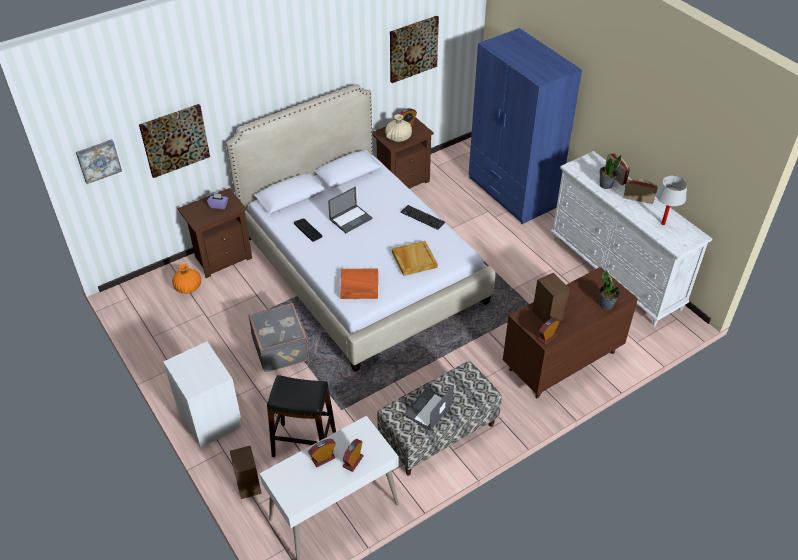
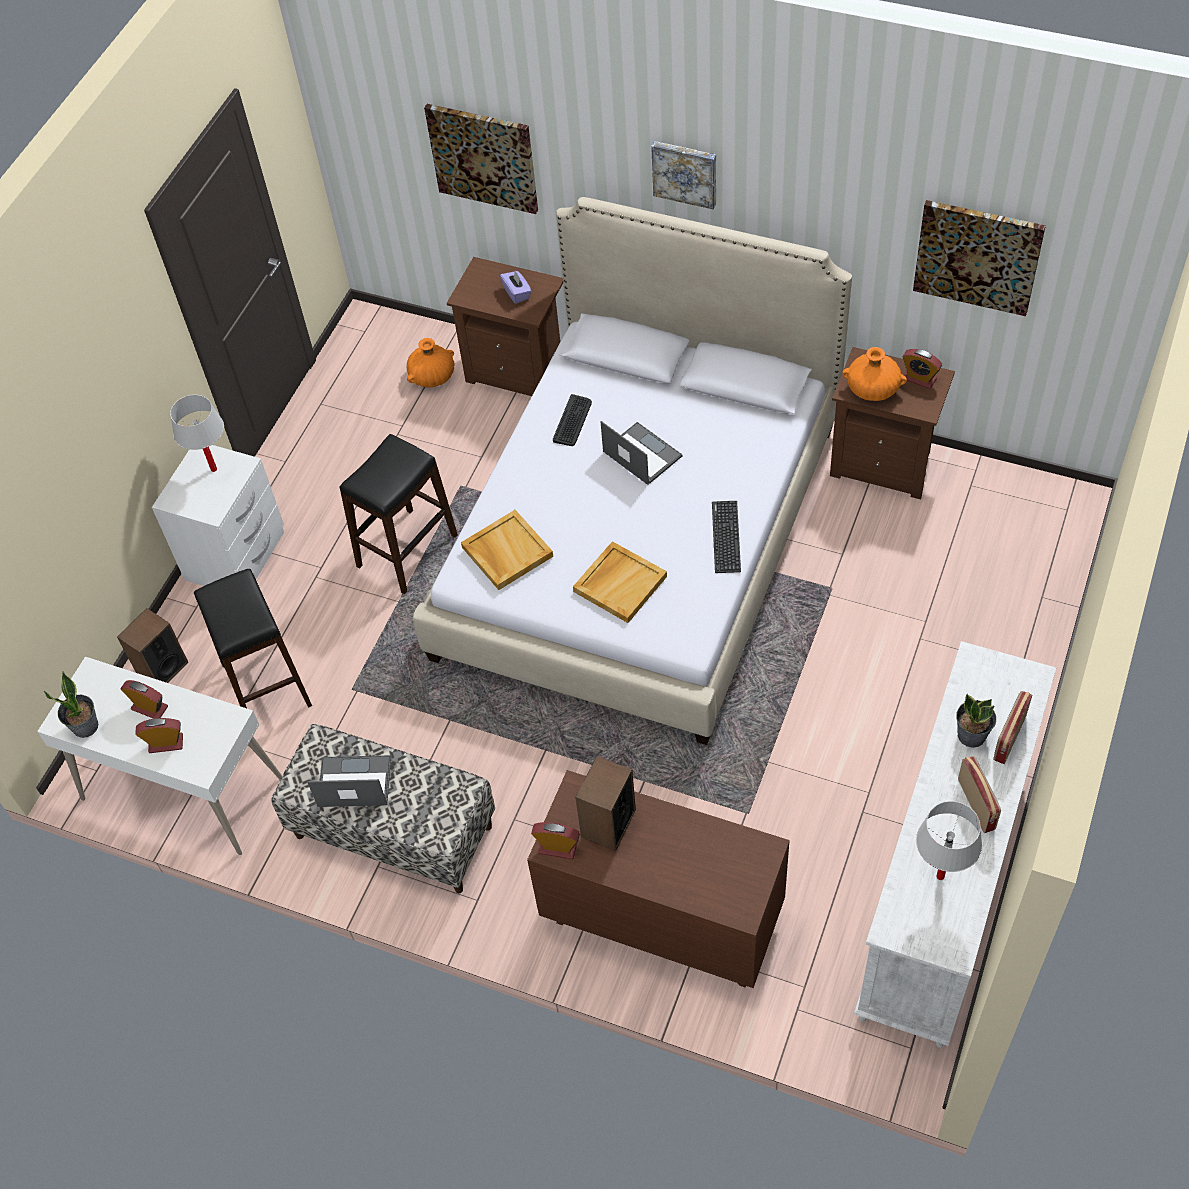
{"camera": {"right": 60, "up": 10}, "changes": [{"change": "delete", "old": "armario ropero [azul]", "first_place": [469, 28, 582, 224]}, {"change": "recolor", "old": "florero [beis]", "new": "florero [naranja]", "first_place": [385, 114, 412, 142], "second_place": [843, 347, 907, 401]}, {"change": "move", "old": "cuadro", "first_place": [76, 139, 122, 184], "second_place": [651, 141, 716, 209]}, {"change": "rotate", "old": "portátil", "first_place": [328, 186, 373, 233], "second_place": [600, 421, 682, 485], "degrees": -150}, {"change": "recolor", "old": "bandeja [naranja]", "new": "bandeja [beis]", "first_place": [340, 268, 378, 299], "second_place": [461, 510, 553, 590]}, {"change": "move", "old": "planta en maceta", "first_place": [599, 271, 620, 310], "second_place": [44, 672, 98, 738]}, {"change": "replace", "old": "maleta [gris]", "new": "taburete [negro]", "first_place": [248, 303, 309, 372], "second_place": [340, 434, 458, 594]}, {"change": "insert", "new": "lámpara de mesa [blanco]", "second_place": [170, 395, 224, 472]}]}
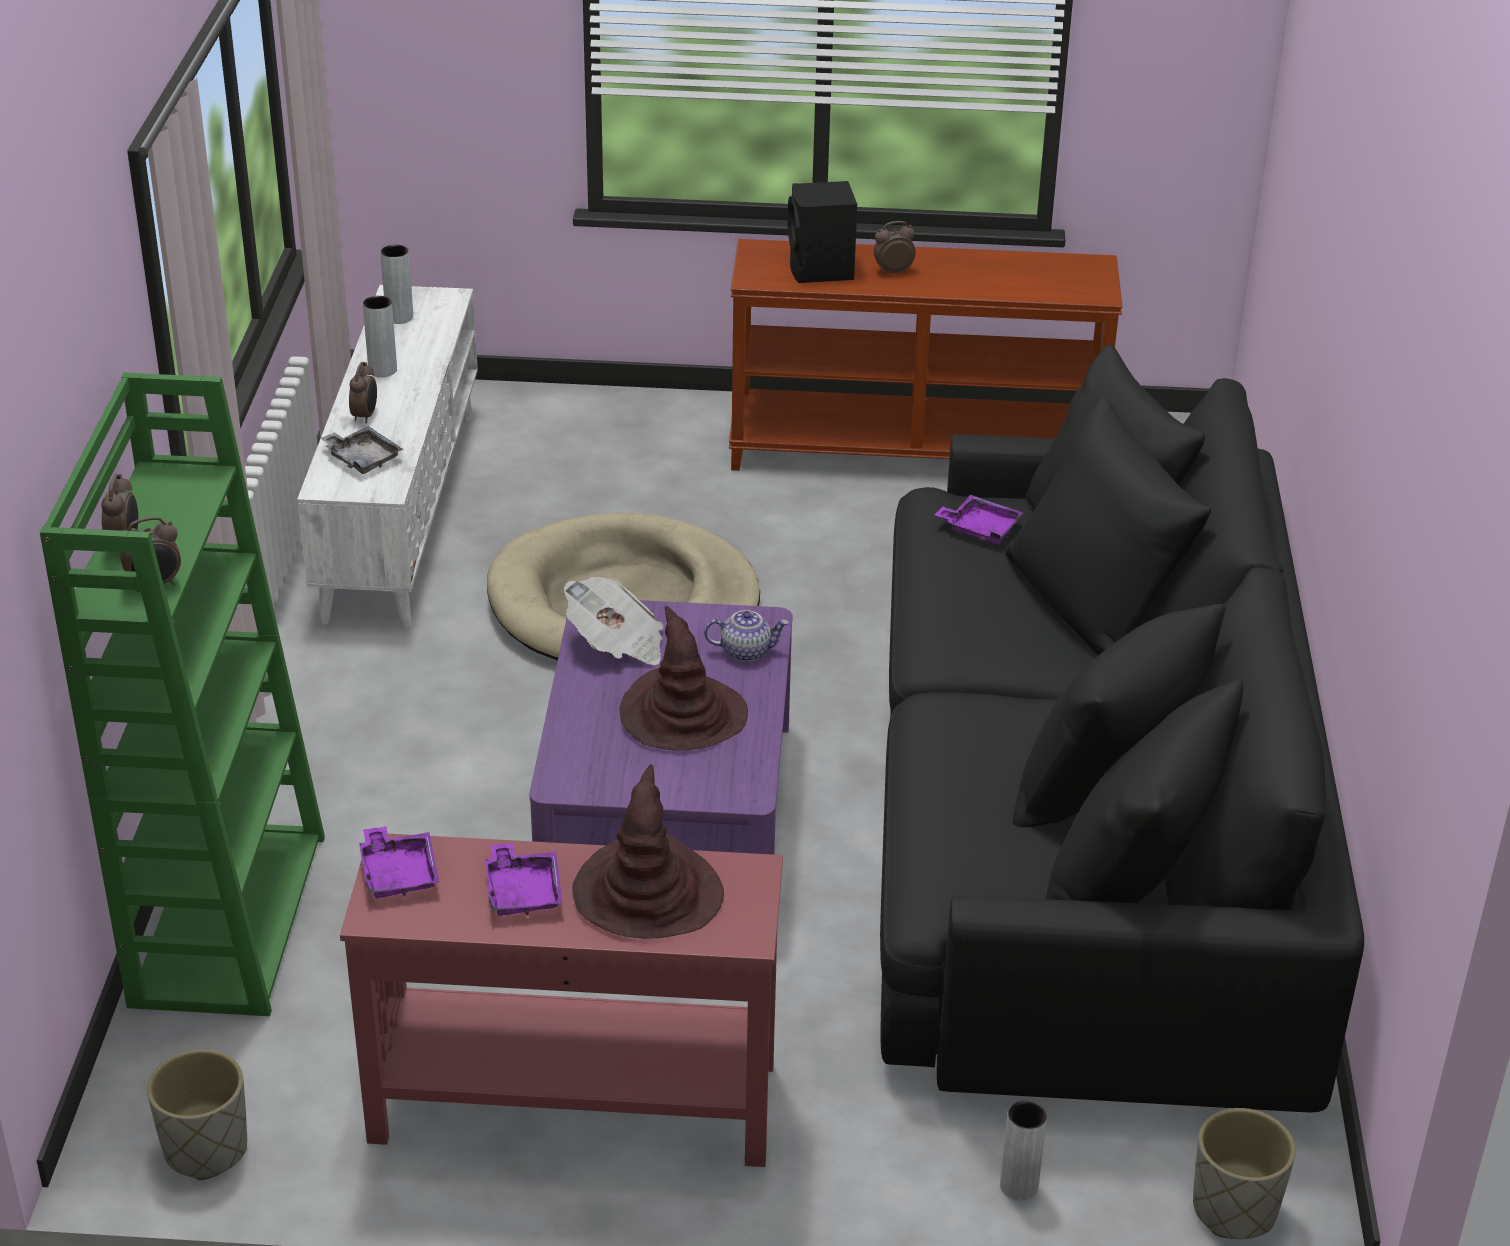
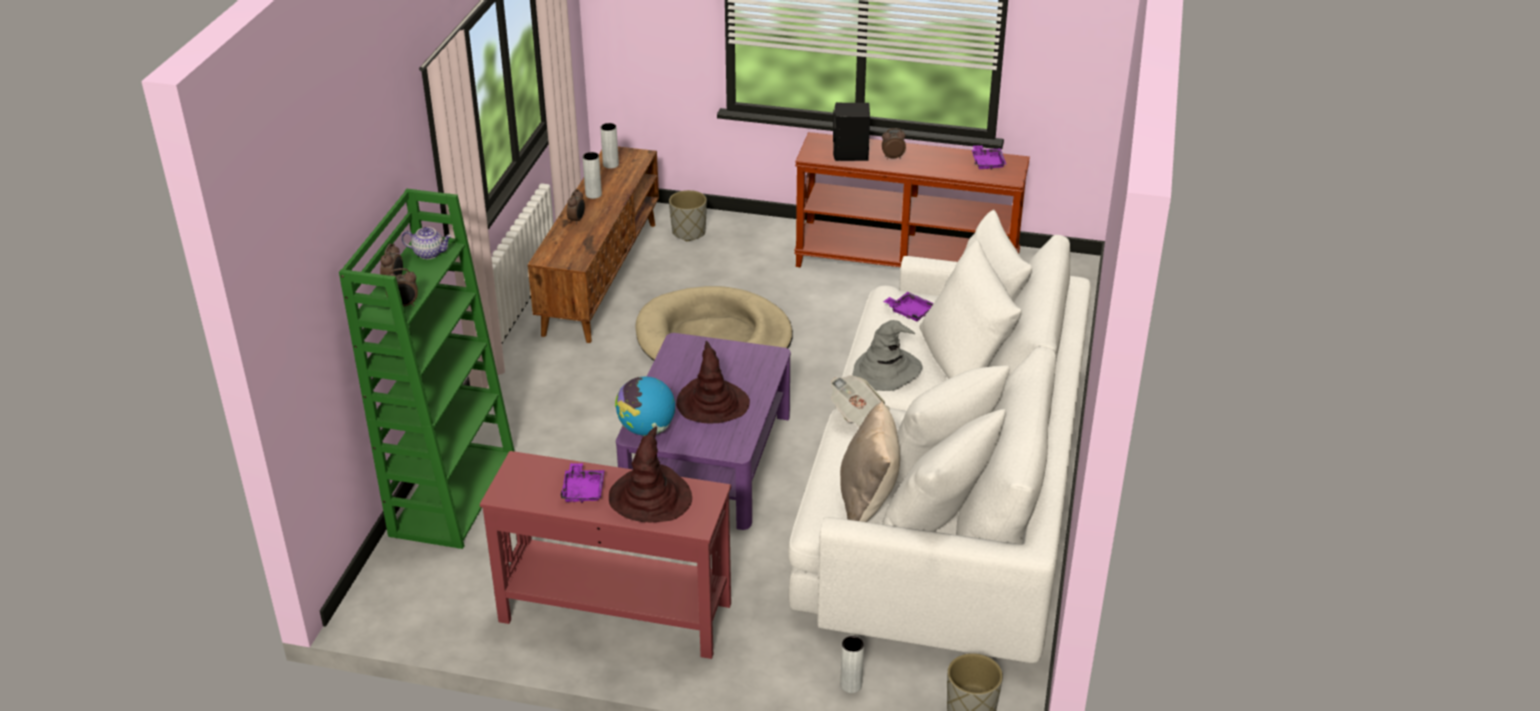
{"camera": {"right": 10, "up": 0}, "changes": [{"change": "recolor", "old": "mueble de televisión [blanco]", "new": "mueble de televisión [marrón]", "first_place": [297, 285, 478, 629], "second_place": [528, 147, 659, 343]}, {"change": "recolor", "old": "sofá [negro]", "new": "sofá [blanco]", "first_place": [880, 343, 1364, 1112], "second_place": [788, 209, 1091, 663]}, {"change": "delete", "old": "bandeja [gris]", "first_place": [320, 426, 403, 474]}, {"change": "move", "old": "periódico", "first_place": [564, 577, 663, 665], "second_place": [831, 376, 890, 427]}, {"change": "move", "old": "tetera", "first_place": [704, 610, 788, 662], "second_place": [401, 227, 452, 259]}, {"change": "move", "old": "bandeja [morado]", "first_place": [359, 826, 439, 898], "second_place": [972, 145, 1006, 170]}, {"change": "move", "old": "maceta [gris]", "first_place": [147, 1049, 247, 1180], "second_place": [669, 190, 707, 241]}, {"change": "insert", "new": "sombrero [gris]", "second_place": [852, 320, 923, 391]}, {"change": "insert", "new": "globo terráqueo", "second_place": [615, 377, 675, 436]}, {"change": "insert", "new": "cojín [beis]", "second_place": [840, 401, 900, 522]}]}
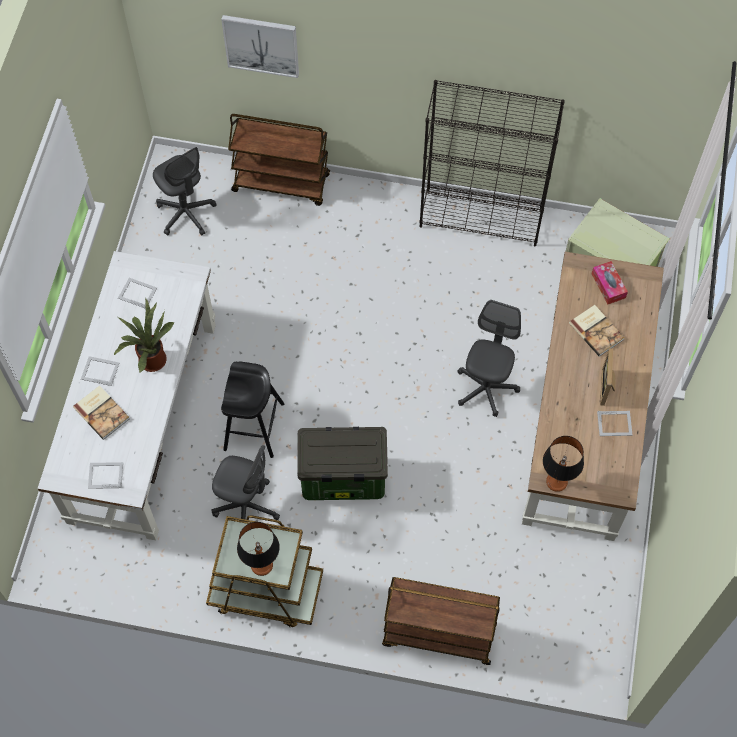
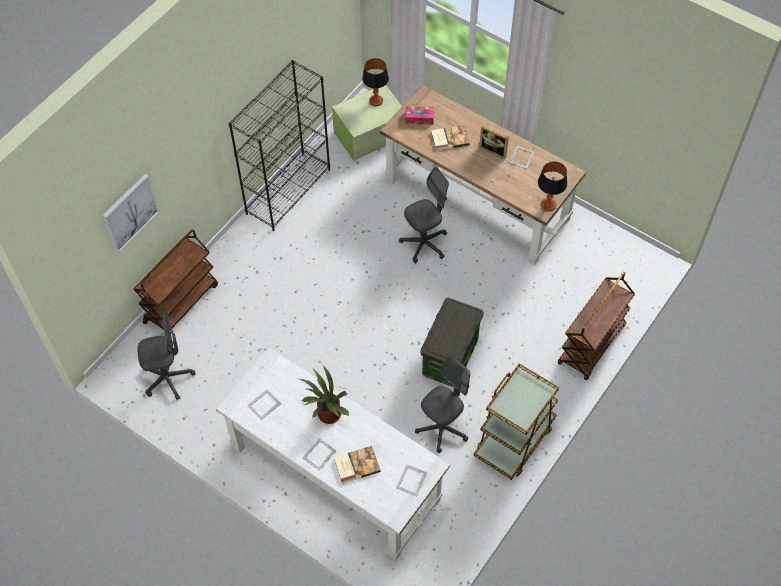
{"camera": {"right": -65, "up": -5}, "changes": [{"change": "rotate", "old": "silla de oficina [gris]", "first_place": [457, 300, 521, 417], "second_place": [399, 167, 449, 263], "degrees": 105}, {"change": "delete", "old": "taburete [negro]", "first_place": [221, 361, 284, 458]}, {"change": "move", "old": "lámpara de mesa", "first_place": [237, 522, 280, 576], "second_place": [362, 58, 389, 106]}]}
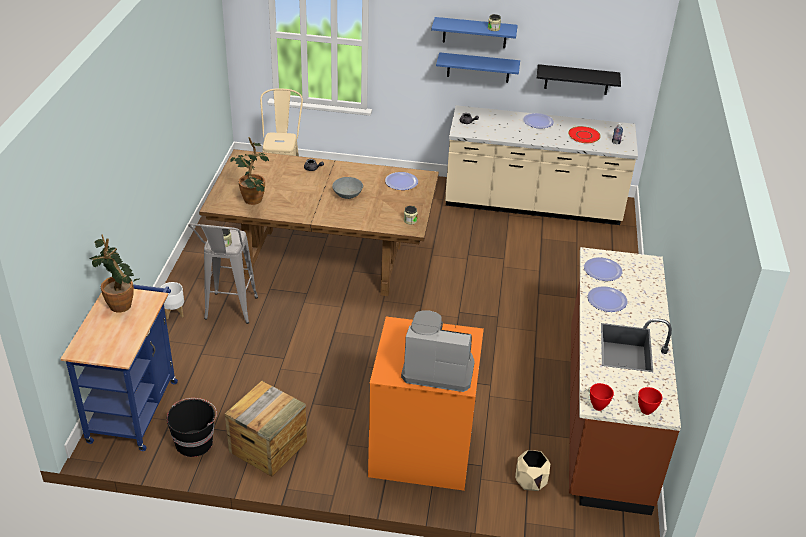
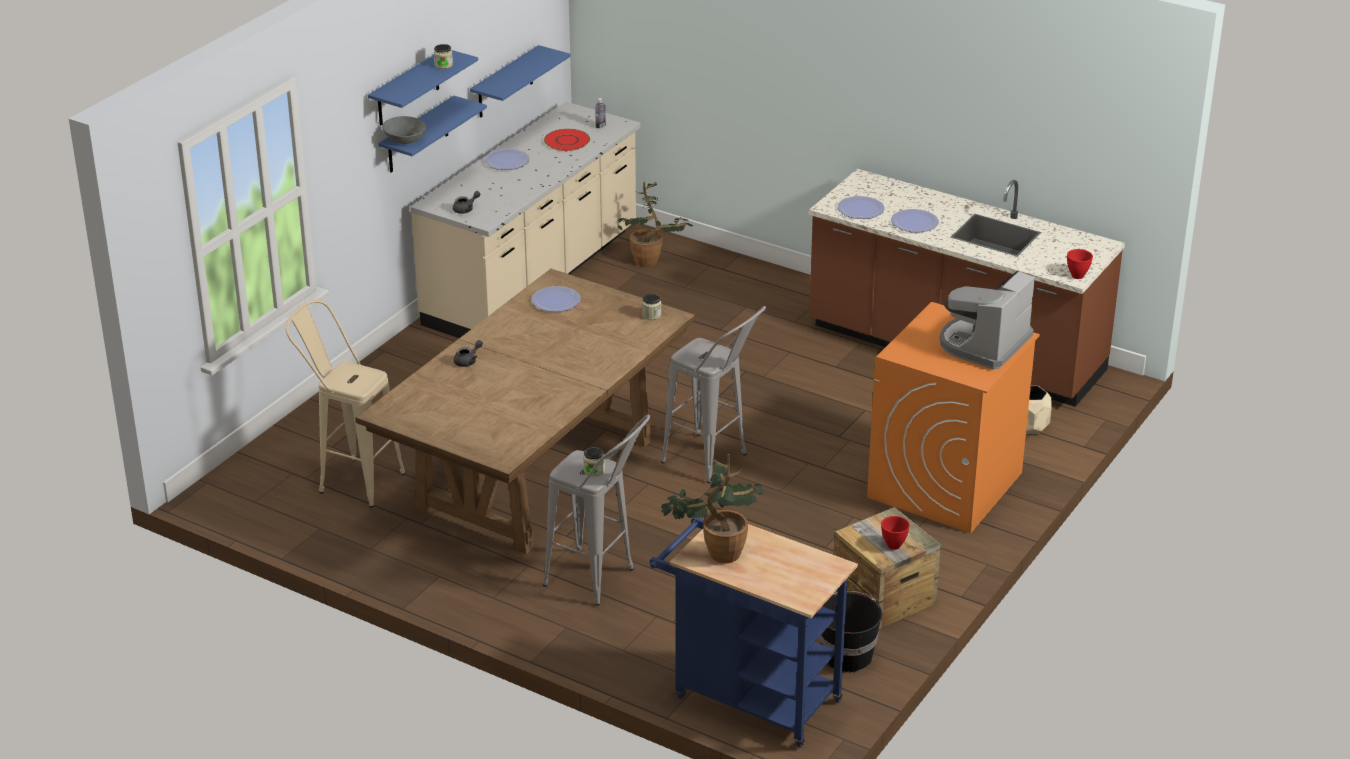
{"camera": {"right": -65, "up": -5}, "changes": [{"change": "recolor", "old": "estante [negro]", "new": "estante [azul]", "first_place": [537, 64, 621, 95], "second_place": [470, 45, 571, 118]}, {"change": "move", "old": "planta en maceta", "first_place": [230, 137, 269, 205], "second_place": [617, 182, 693, 267]}, {"change": "move", "old": "cuenco [gris]", "first_place": [332, 177, 363, 199], "second_place": [382, 116, 426, 144]}, {"change": "delete", "old": "maceta [blanco]", "first_place": [160, 282, 184, 319]}, {"change": "move", "old": "cuenco [rojo]", "first_place": [638, 387, 662, 415], "second_place": [881, 516, 910, 550]}, {"change": "insert", "new": "taburete [gris]", "second_place": [661, 306, 766, 483]}]}
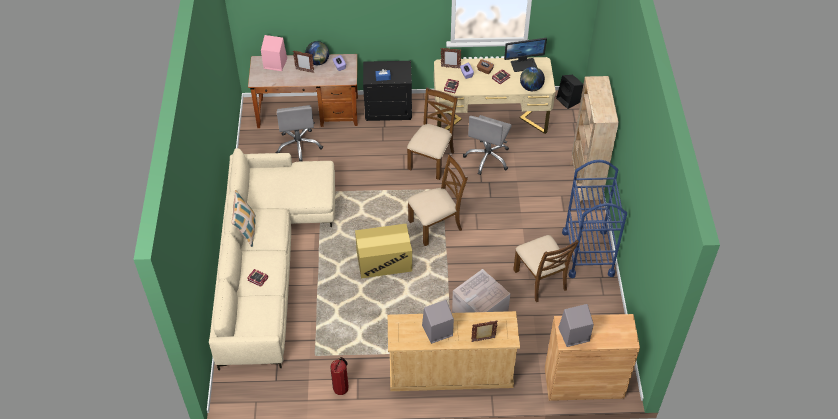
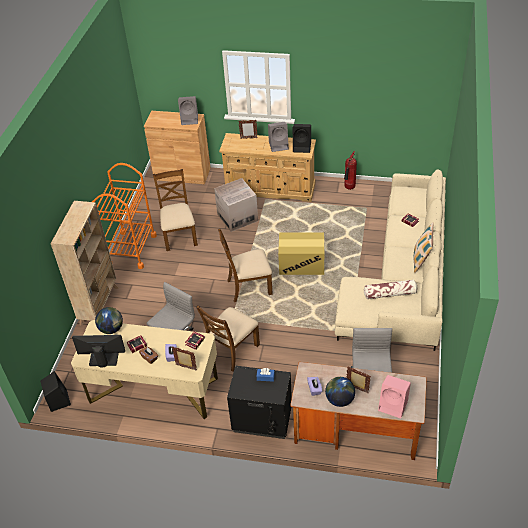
{"camera": {"right": -165, "up": -5}, "changes": [{"change": "recolor", "old": "carrito [azul]", "new": "carrito [naranja]", "first_place": [562, 160, 627, 278], "second_place": [92, 163, 157, 269]}, {"change": "insert", "new": "altavoz [negro]", "second_place": [293, 124, 311, 153]}, {"change": "insert", "new": "cojín", "second_place": [364, 280, 417, 299]}]}
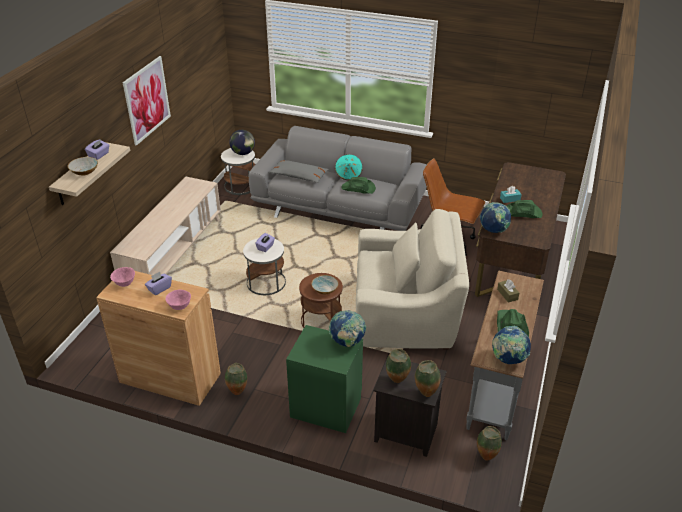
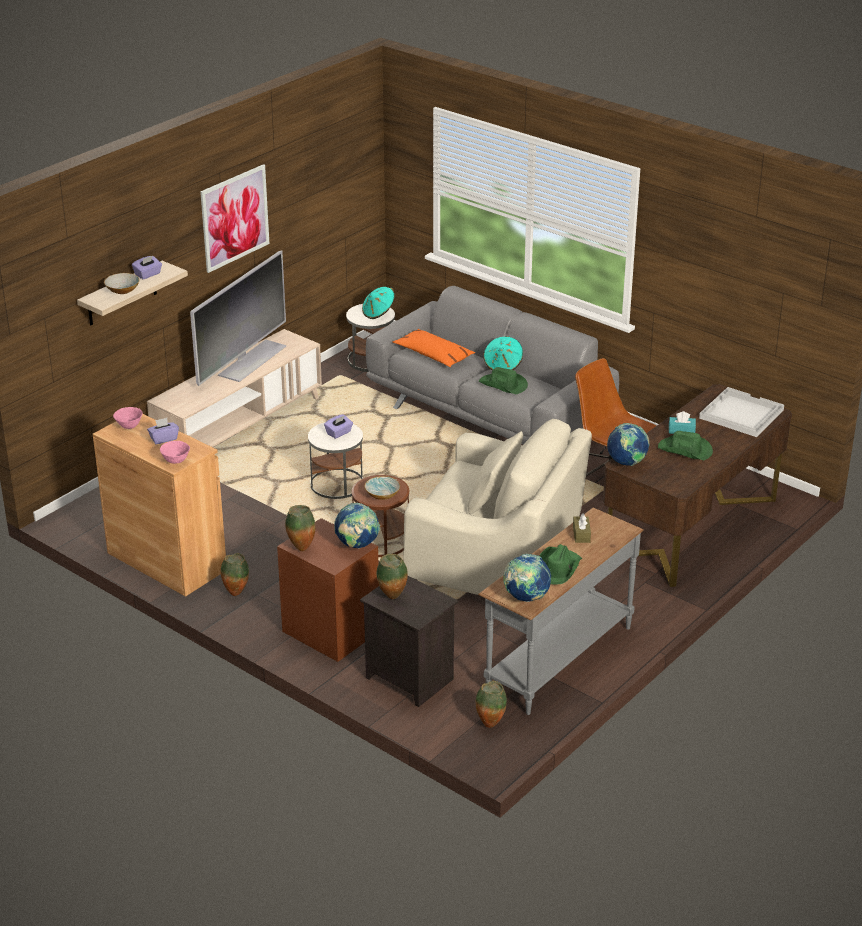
{"camera": {"right": 20, "up": -5}, "changes": [{"change": "replace", "old": "globo terráqueo", "new": "sombrero [turquesa]", "first_place": [229, 130, 255, 155], "second_place": [362, 287, 395, 319]}, {"change": "recolor", "old": "cojín [gris]", "new": "cojín [naranja]", "first_place": [269, 160, 329, 183], "second_place": [393, 329, 475, 367]}, {"change": "recolor", "old": "mesita de noche [verde]", "new": "mesita de noche [marrón]", "first_place": [286, 325, 363, 433], "second_place": [277, 518, 379, 662]}, {"change": "move", "old": "florero", "first_place": [415, 360, 441, 397], "second_place": [285, 505, 315, 551]}, {"change": "insert", "new": "televisor", "second_place": [190, 250, 286, 386]}, {"change": "insert", "new": "bandeja [blanco]", "second_place": [699, 387, 784, 437]}]}
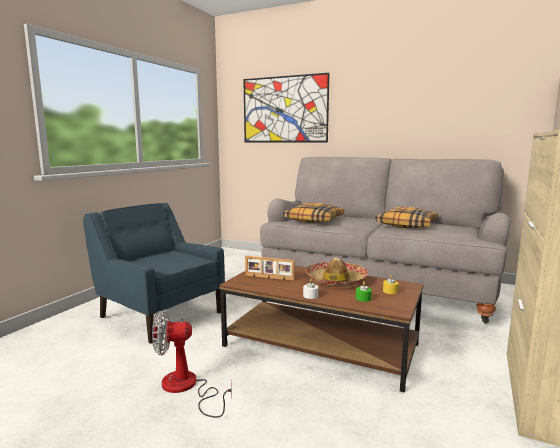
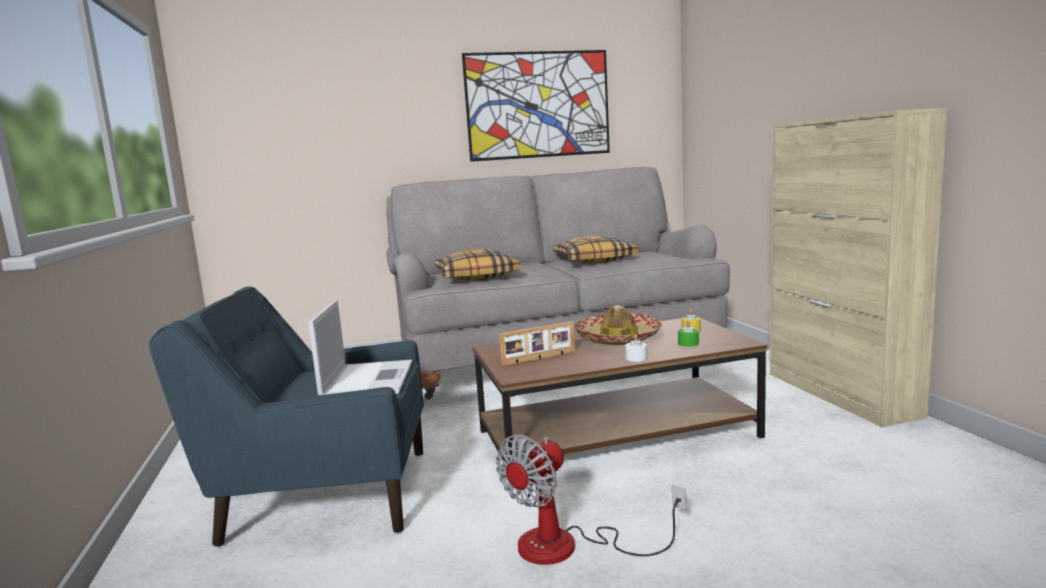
{"camera": {"right": -40, "up": 0}, "changes": [{"change": "move", "old": "cuadro", "first_place": [243, 73, 329, 142], "second_place": [462, 50, 610, 162]}, {"change": "insert", "new": "portátil", "second_place": [308, 300, 412, 395]}]}
